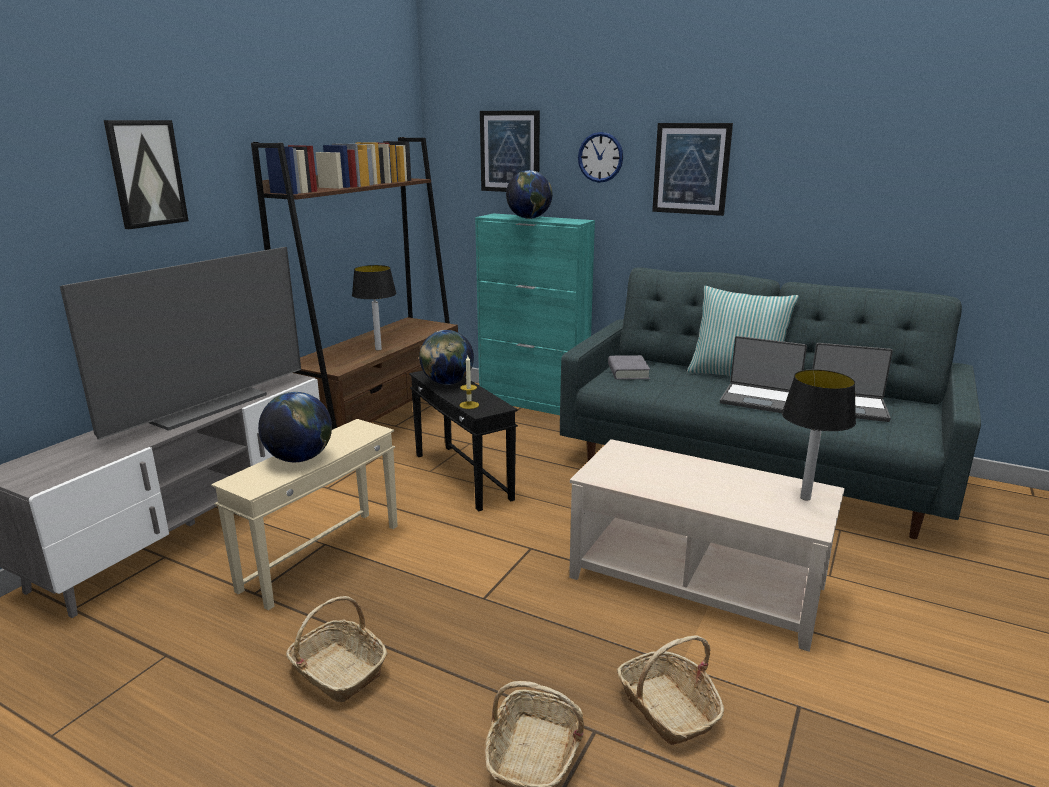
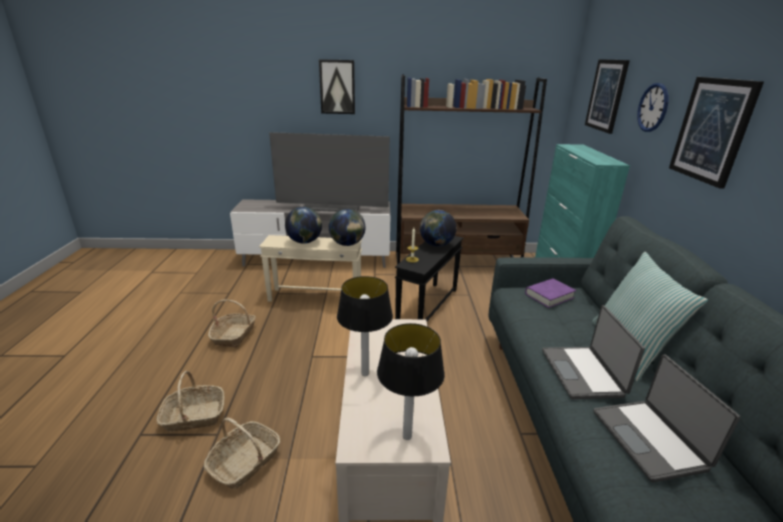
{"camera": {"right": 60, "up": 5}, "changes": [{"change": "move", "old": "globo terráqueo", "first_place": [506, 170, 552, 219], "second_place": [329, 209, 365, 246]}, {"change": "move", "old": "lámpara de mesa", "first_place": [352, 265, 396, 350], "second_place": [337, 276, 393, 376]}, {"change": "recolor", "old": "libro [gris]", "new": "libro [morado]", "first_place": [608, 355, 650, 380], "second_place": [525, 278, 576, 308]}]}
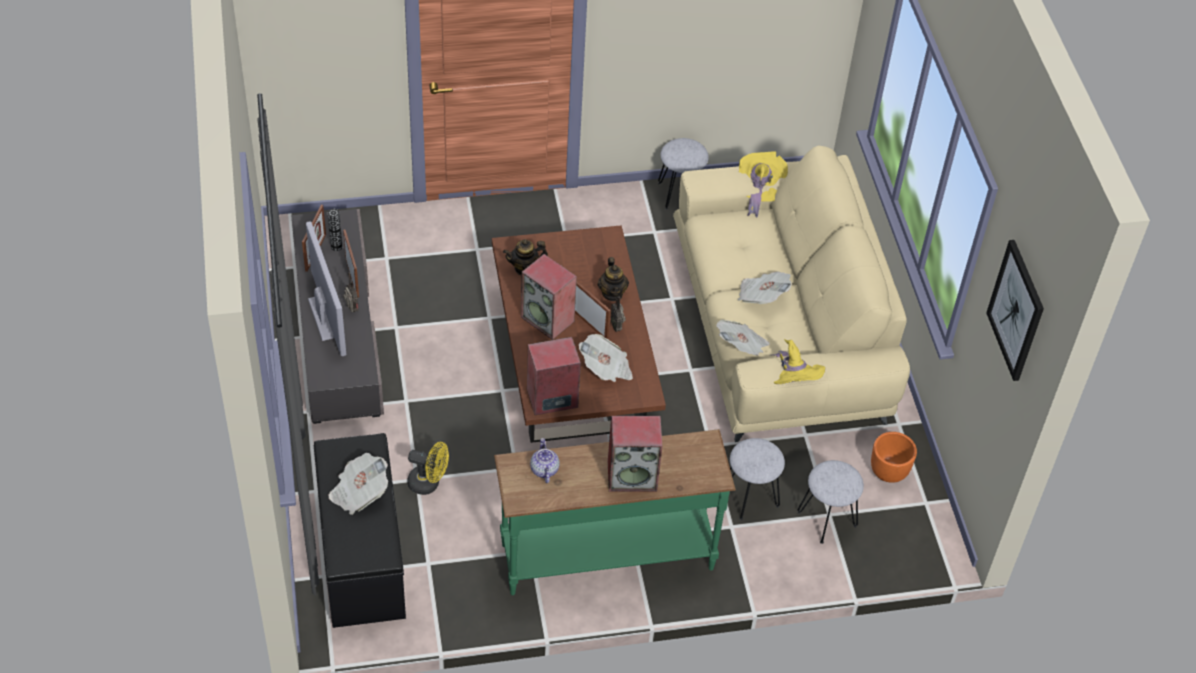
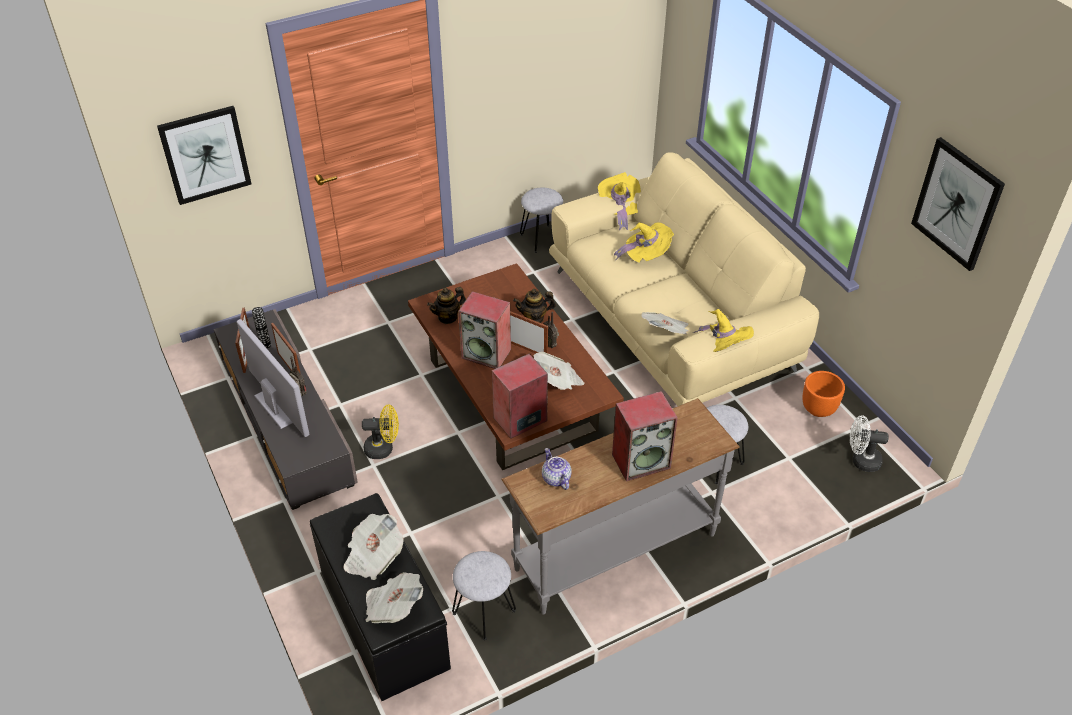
{"camera": {"right": -15, "up": -5}, "changes": [{"change": "rotate", "old": "tetera", "first_place": [597, 257, 629, 301], "second_place": [513, 289, 556, 323], "degrees": 105}, {"change": "move", "old": "periódico", "first_place": [738, 271, 792, 304], "second_place": [366, 572, 423, 623]}, {"change": "recolor", "old": "mesa consola [verde]", "new": "mesa consola [gris]", "first_place": [494, 429, 736, 595], "second_place": [501, 398, 740, 615]}, {"change": "move", "old": "ventilador [amarillo]", "first_place": [407, 442, 449, 495], "second_place": [362, 404, 399, 459]}, {"change": "move", "old": "taburete [gris]", "first_place": [797, 460, 864, 544], "second_place": [452, 551, 516, 640]}, {"change": "insert", "new": "cuadro", "second_place": [157, 106, 251, 205]}, {"change": "insert", "new": "sombrero [amarillo]", "second_place": [614, 222, 674, 262]}, {"change": "insert", "new": "ventilador [blanco]", "second_place": [850, 415, 889, 472]}]}
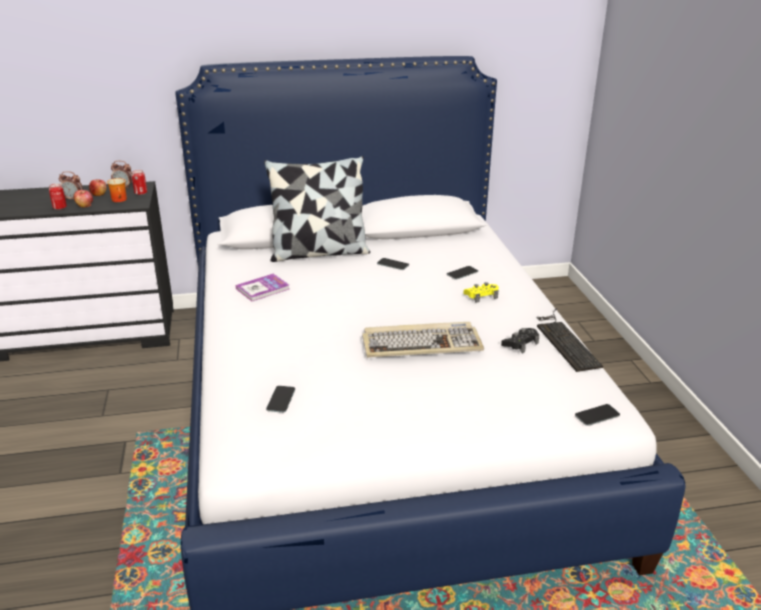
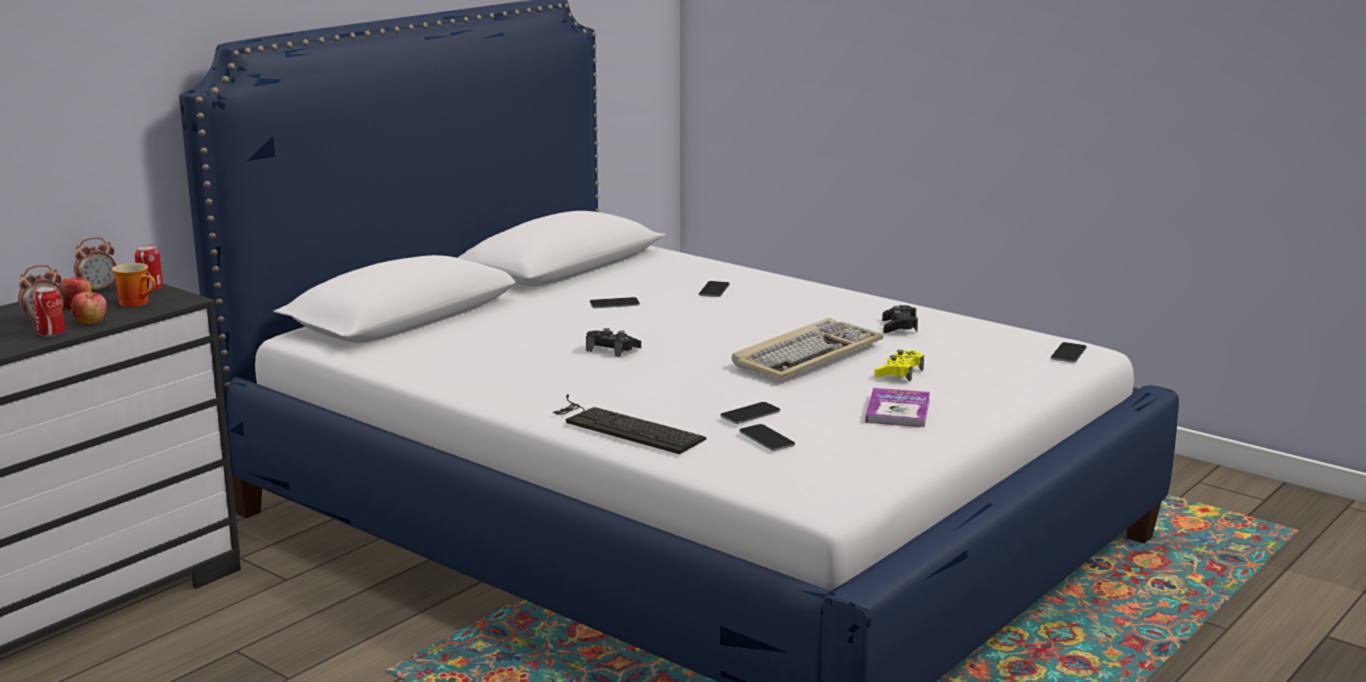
{"camera": {"right": -40, "up": -10}, "changes": [{"change": "delete", "old": "cojín", "first_place": [264, 156, 370, 262]}, {"change": "move", "old": "libro", "first_place": [236, 274, 289, 301], "second_place": [865, 388, 930, 427]}, {"change": "move", "old": "mando de consola [amarillo]", "first_place": [463, 282, 499, 303], "second_place": [874, 350, 924, 382]}, {"change": "move", "old": "teclado", "first_place": [537, 308, 603, 372], "second_place": [553, 394, 706, 454]}, {"change": "insert", "new": "mando de consola [negro]", "second_place": [586, 328, 641, 357]}, {"change": "insert", "new": "móvil", "second_place": [720, 402, 780, 424]}]}
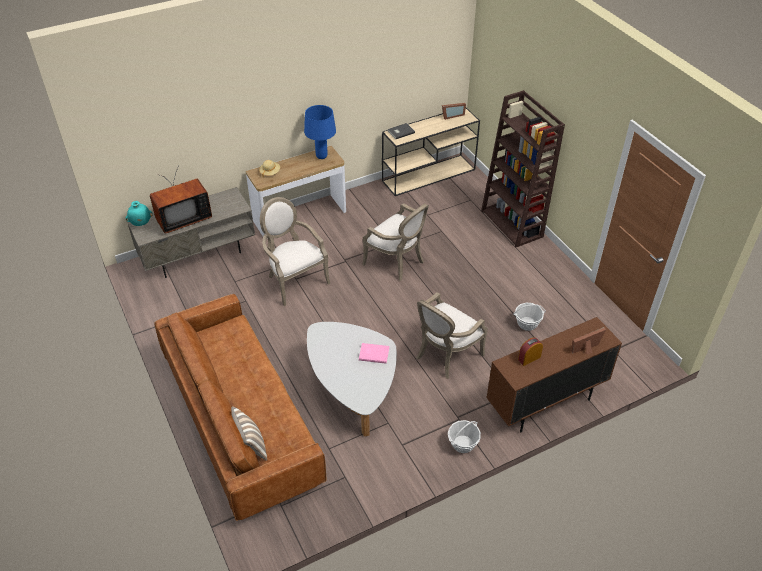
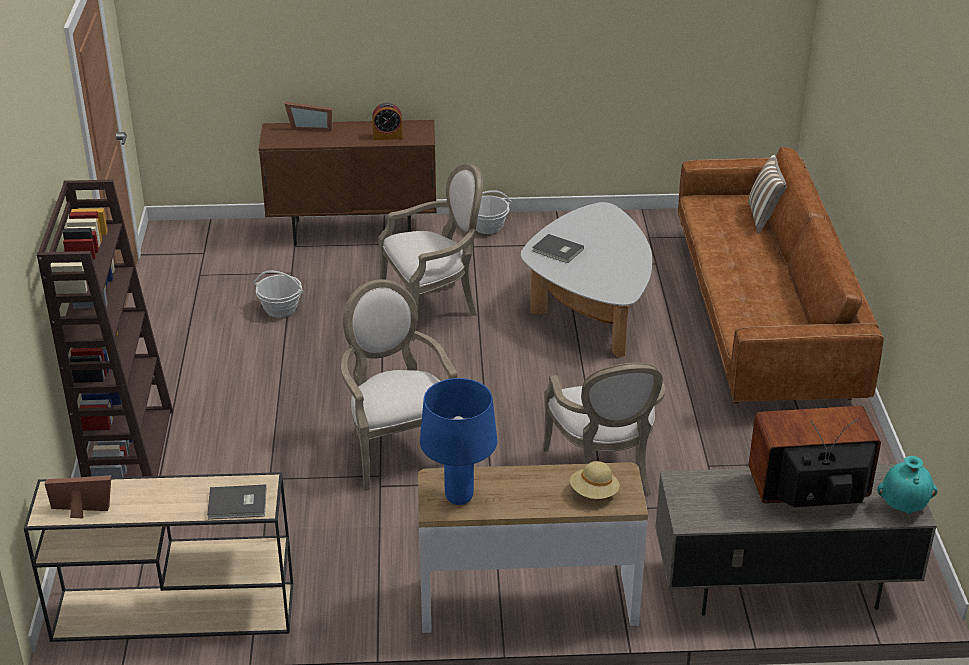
{"camera": {"right": -155, "up": -10}, "changes": [{"change": "recolor", "old": "libro [rosa]", "new": "libro [gris]", "first_place": [359, 343, 389, 364], "second_place": [532, 234, 584, 263]}]}
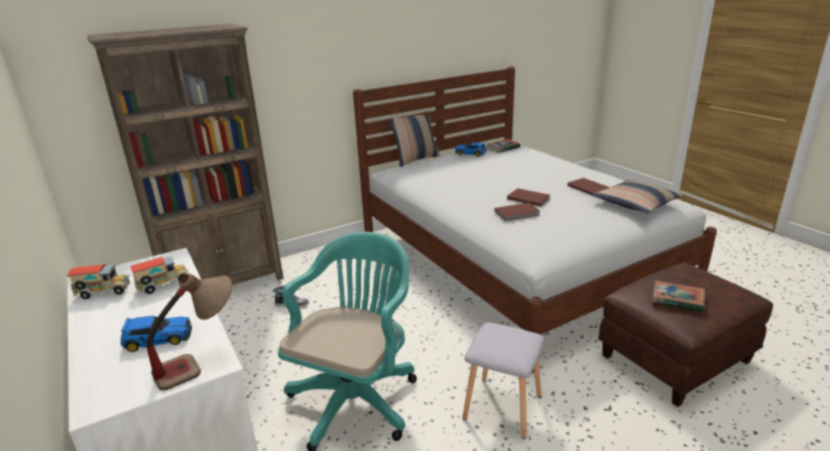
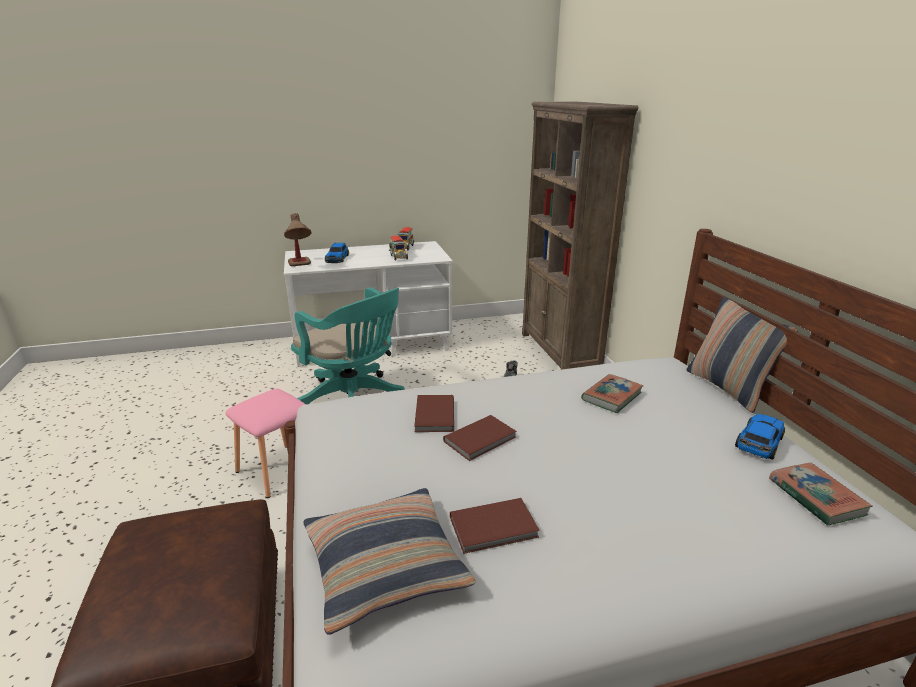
{"camera": {"right": 105, "up": 0}, "changes": [{"change": "move", "old": "libro", "first_place": [652, 281, 705, 312], "second_place": [581, 374, 643, 413]}, {"change": "recolor", "old": "taburete [gris]", "new": "taburete [rosa]", "first_place": [463, 322, 544, 439], "second_place": [225, 389, 306, 498]}]}
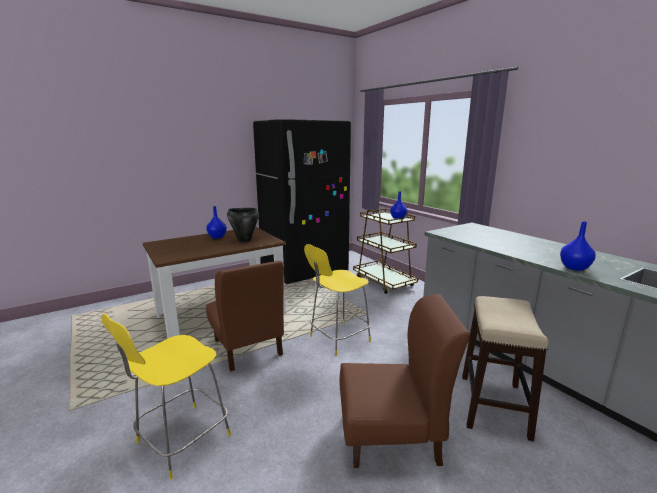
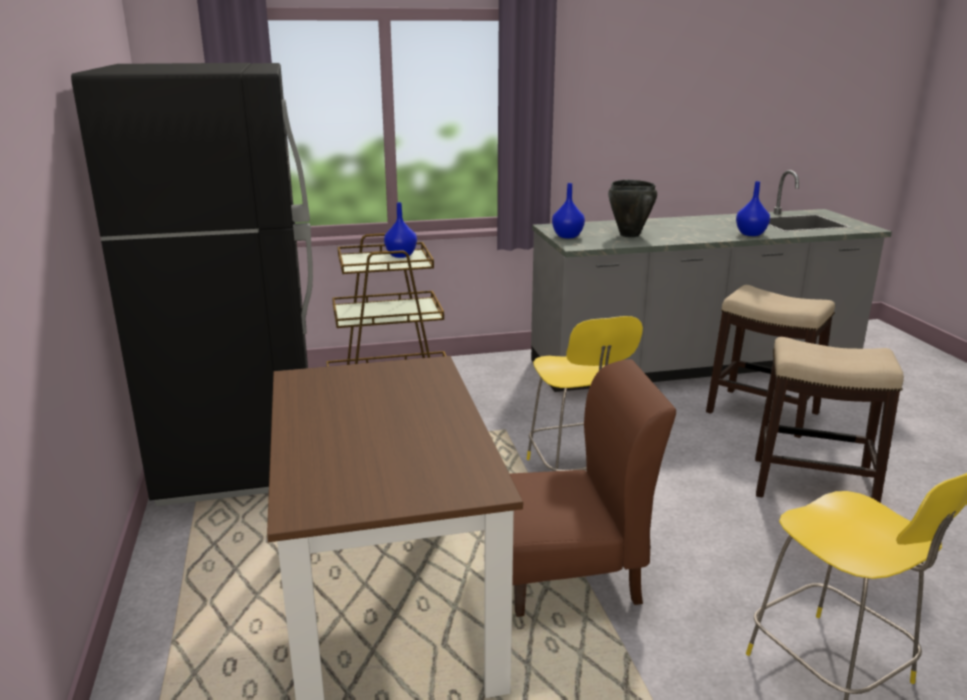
{"camera": {"right": -70, "up": 5}, "changes": [{"change": "move", "old": "florero [azul]", "first_place": [206, 206, 227, 239], "second_place": [552, 183, 585, 238]}, {"change": "move", "old": "olla [negro]", "first_place": [227, 208, 259, 242], "second_place": [608, 180, 657, 237]}, {"change": "replace", "old": "silla [marrón]", "new": "taburete", "first_place": [339, 294, 470, 468], "second_place": [755, 337, 904, 503]}]}
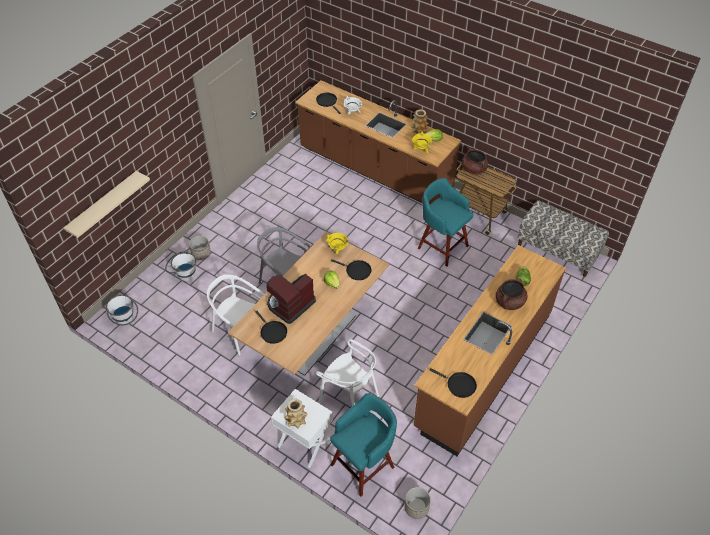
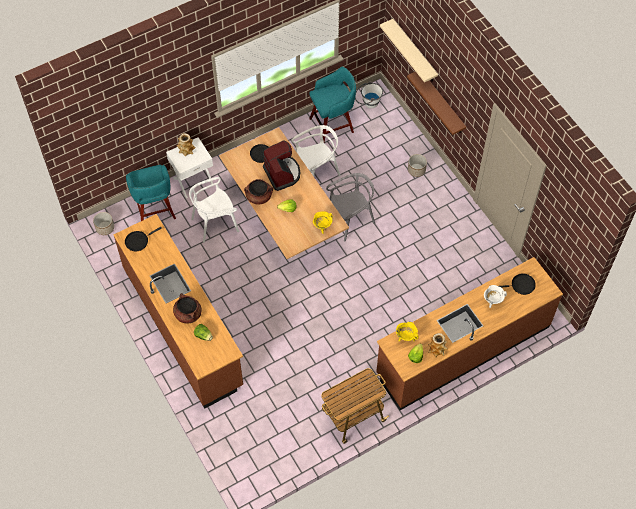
{"camera": {"right": 115, "up": 10}, "changes": [{"change": "move", "old": "olla [marrón]", "first_place": [462, 148, 488, 174], "second_place": [244, 179, 273, 205]}, {"change": "move", "old": "taburete [turquesa]", "first_place": [418, 178, 473, 267], "second_place": [309, 67, 356, 142]}, {"change": "delete", "old": "banco", "first_place": [517, 200, 609, 277]}, {"change": "delete", "old": "cubo [blanco]", "first_place": [165, 251, 196, 281]}, {"change": "delete", "old": "sartén [negro]", "first_place": [331, 259, 371, 280]}, {"change": "insert", "new": "estante [marrón]", "second_place": [407, 71, 466, 135]}]}
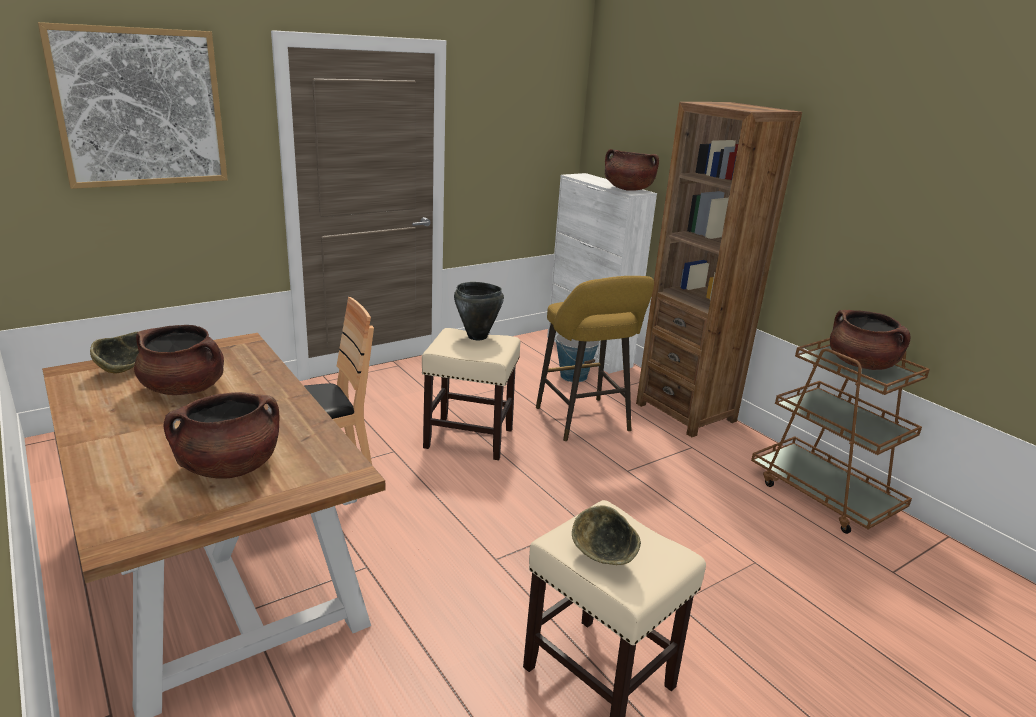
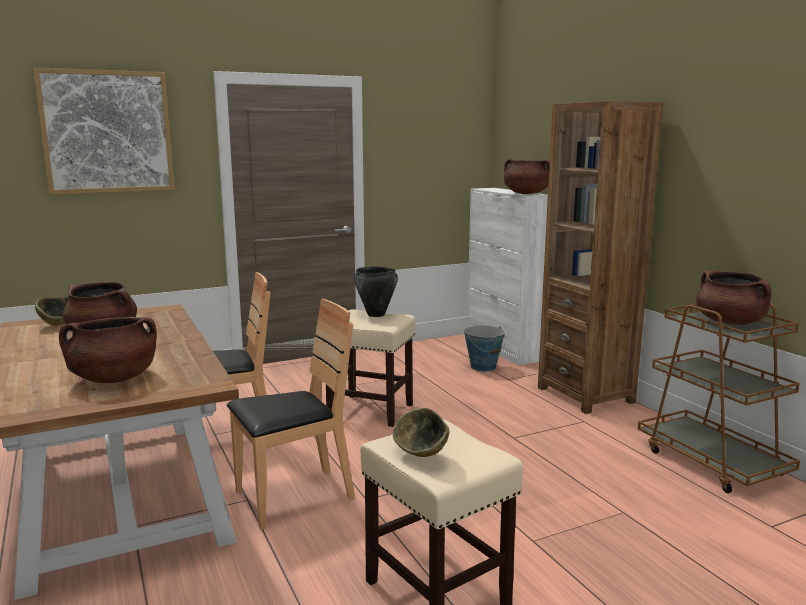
{"camera": {"right": 10, "up": -10}, "changes": [{"change": "delete", "old": "taburete [amarillo]", "first_place": [536, 276, 654, 441]}, {"change": "insert", "new": "silla [marrón]", "second_place": [227, 298, 355, 530]}]}
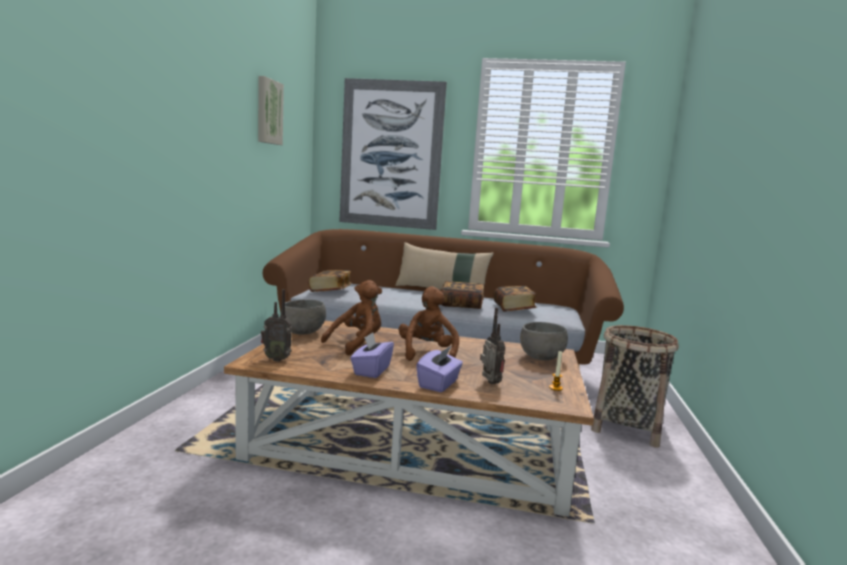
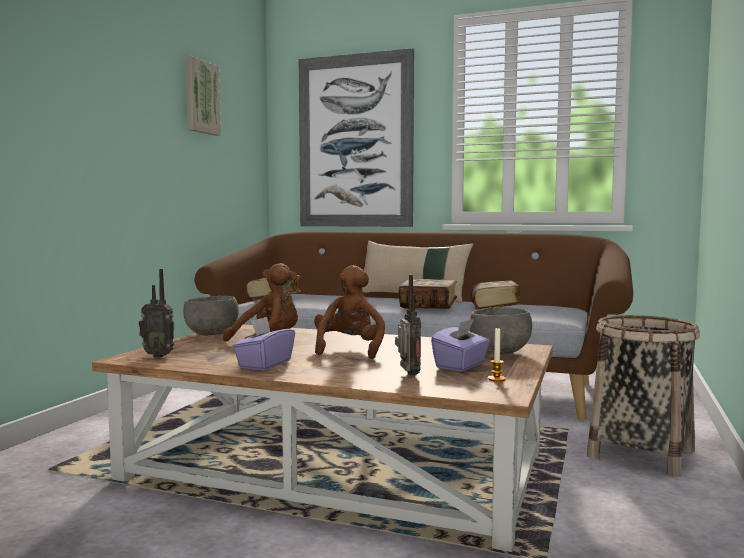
{"camera": {"right": 10, "up": -5}, "changes": [{"change": "move", "old": "caja de pañuelos [morado]", "first_place": [416, 346, 463, 392], "second_place": [431, 319, 490, 372]}]}
